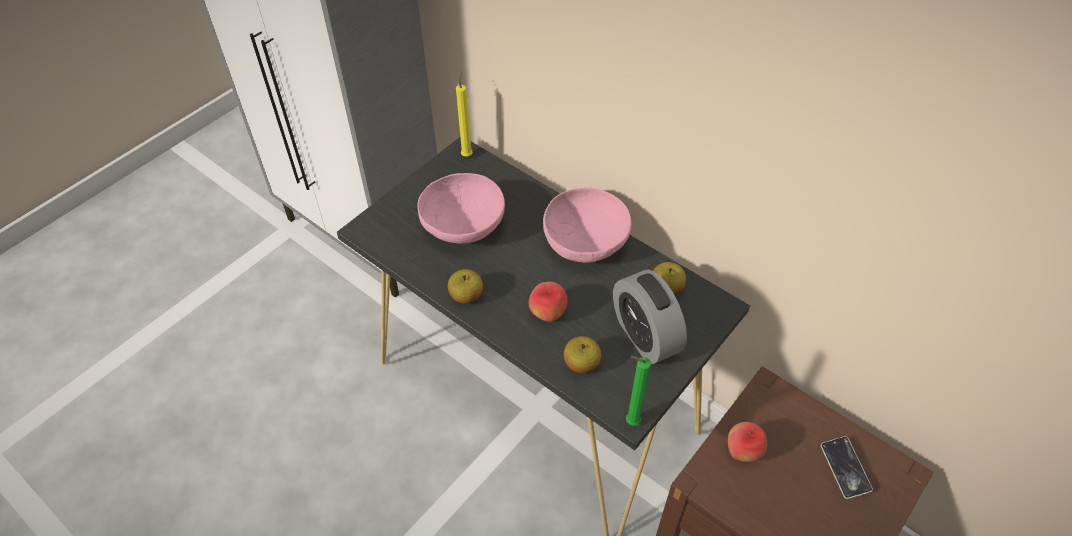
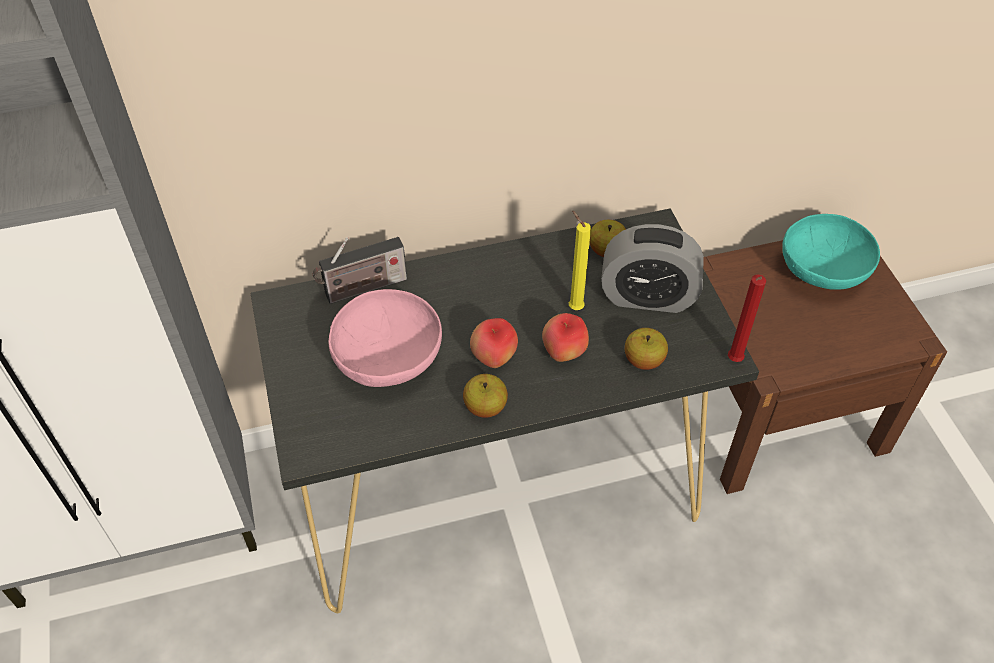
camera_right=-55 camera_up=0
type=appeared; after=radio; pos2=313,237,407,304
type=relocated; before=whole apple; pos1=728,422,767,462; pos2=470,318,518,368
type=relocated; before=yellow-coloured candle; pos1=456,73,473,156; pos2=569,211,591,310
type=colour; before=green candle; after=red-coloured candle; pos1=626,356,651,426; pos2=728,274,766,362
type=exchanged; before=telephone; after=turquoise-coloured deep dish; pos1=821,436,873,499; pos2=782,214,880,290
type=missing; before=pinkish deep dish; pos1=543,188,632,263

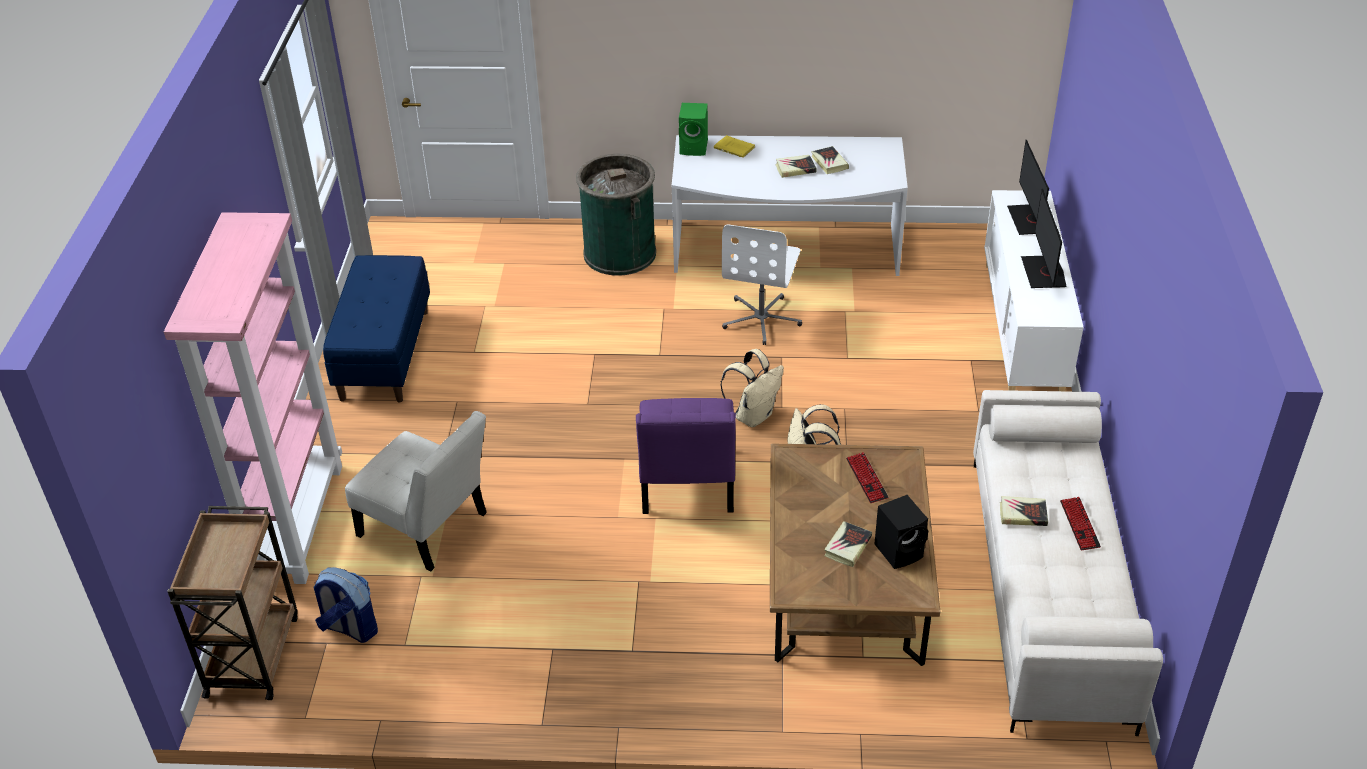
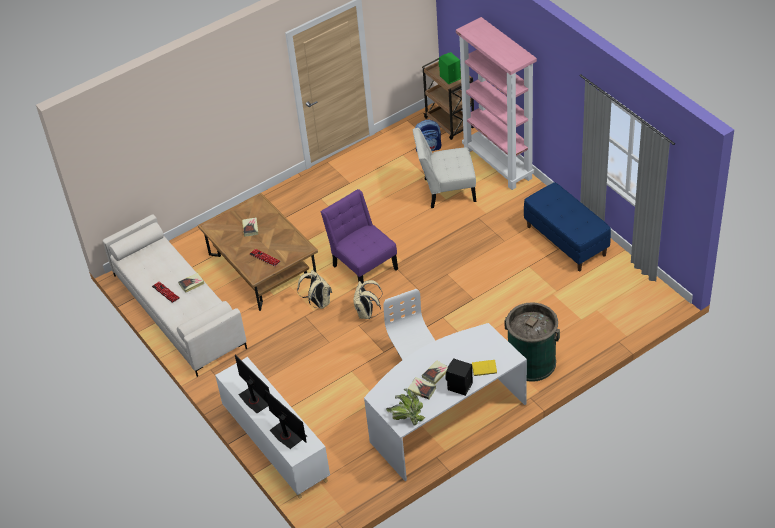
camera_right=145 camera_up=5
type=appeared; after=plant in a pot; pos2=386,388,425,425
type=relocated; before=green speaker; pos1=679,103,708,156; pos2=439,52,461,84
type=relocated; before=black speaker; pos1=874,495,928,569; pos2=445,359,473,396

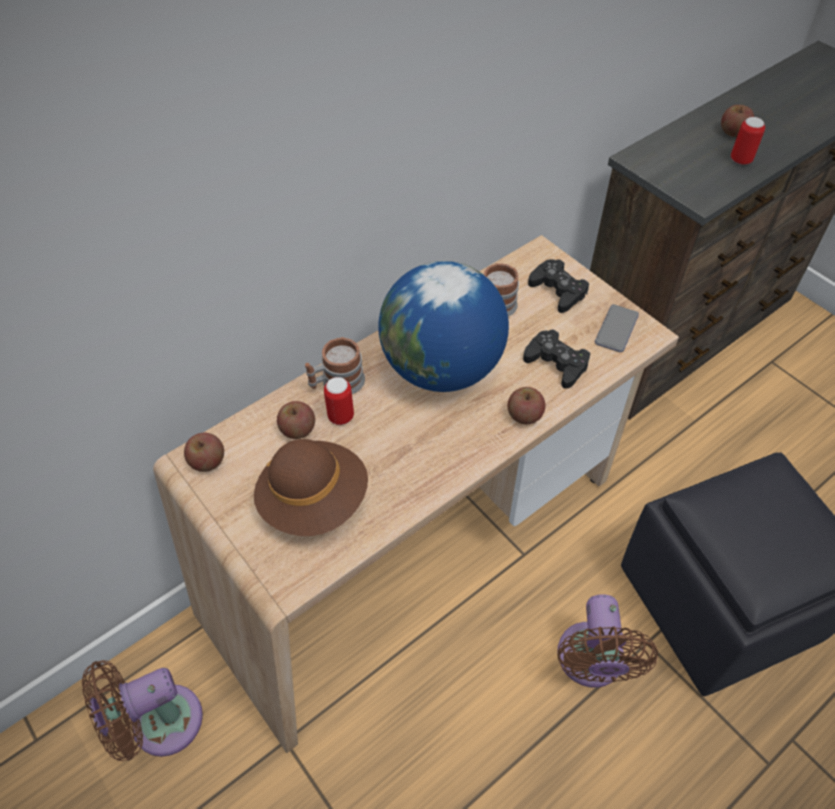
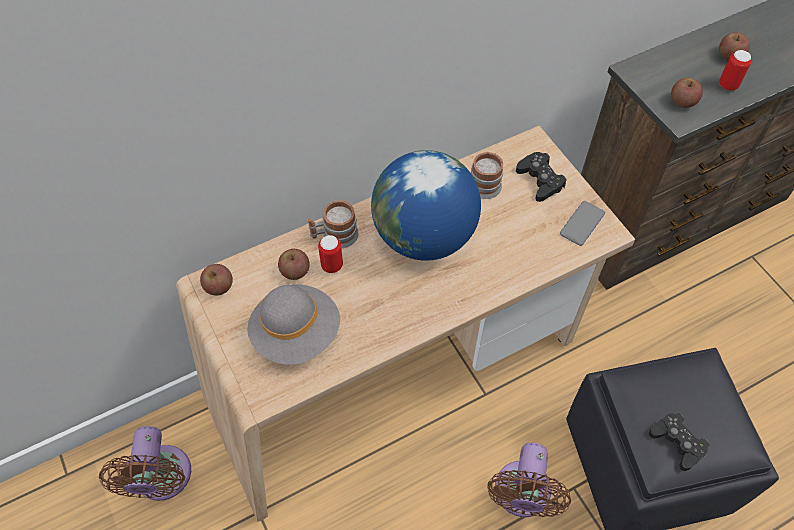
camera_right=10 camera_up=5
type=spun; before=brown electric fan; pos1=82,660,203,761; pos2=99,426,191,501; turn=-75
type=colour; before=brown wearable hat; after=grey wearable hat; pos1=254,439,368,536; pos2=247,284,340,365
type=relocated; before=black game controller; pos1=523,330,590,389; pos2=649,413,710,471
type=relocated; before=whole apple; pos1=508,387,545,424; pos2=671,78,703,108

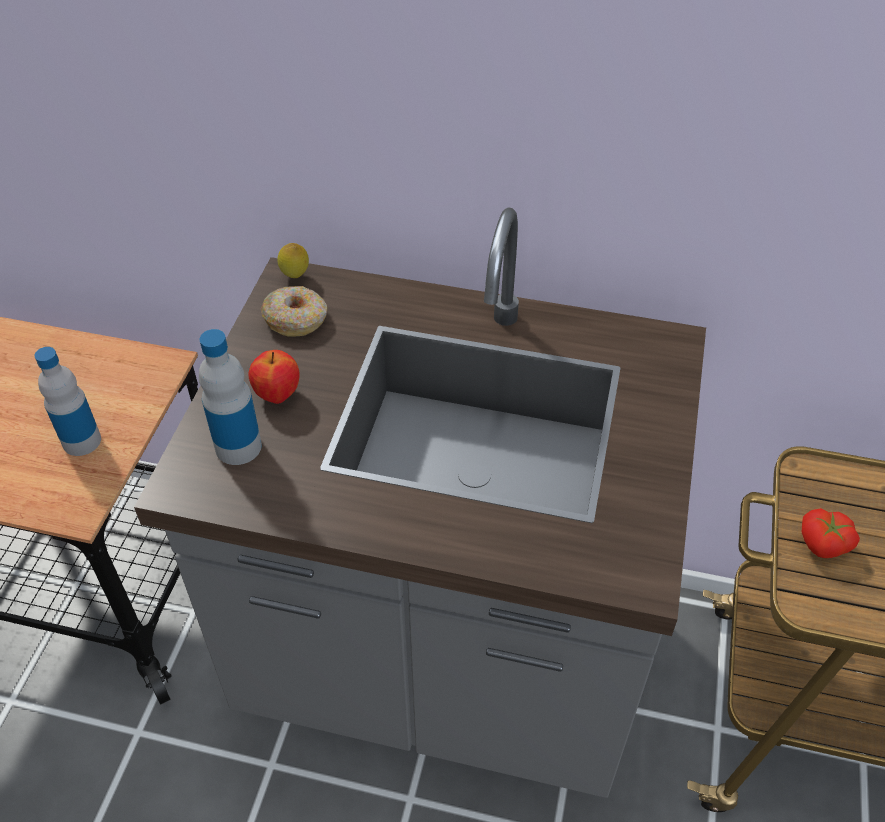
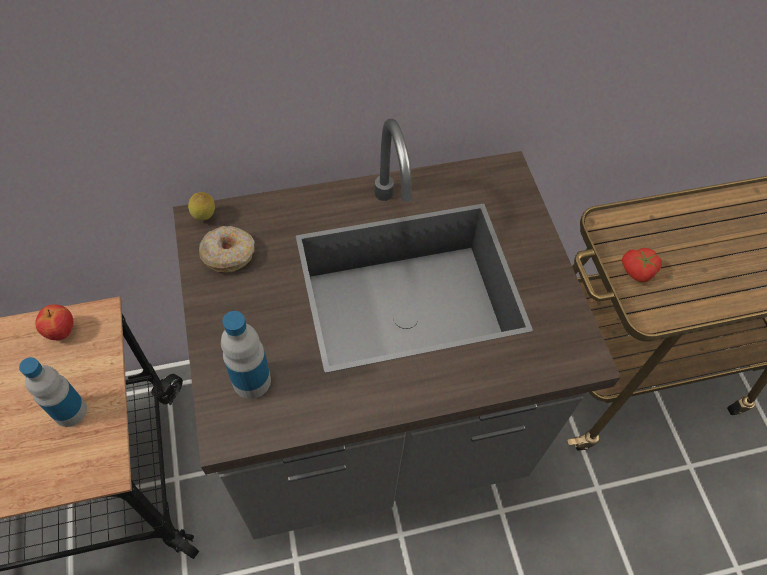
camera_right=-30 camera_up=10
type=relocated; before=whole apple; pos1=248,350,300,404; pos2=35,304,74,340

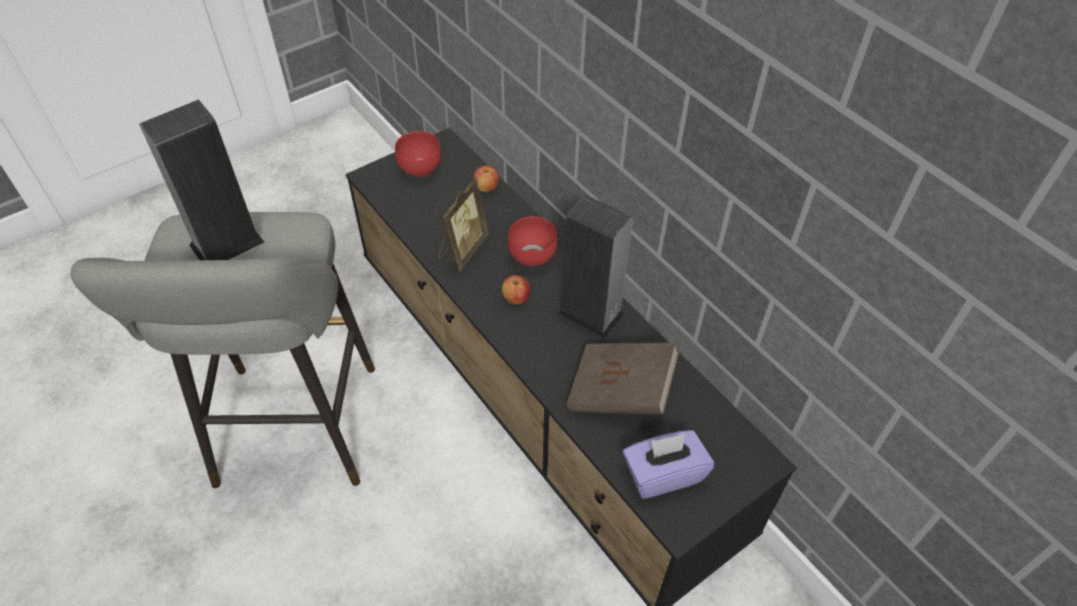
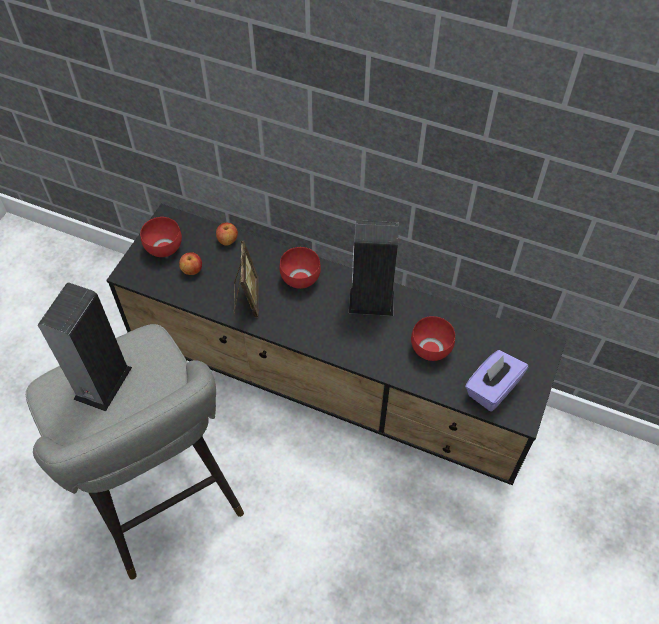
camera_right=-30 camera_up=5
type=relocated; before=whole apple; pos1=502,275,530,304; pos2=179,252,202,275
type=exchanged; before=brown book; after=red-coloured deep dish; pos1=567,343,679,415; pos2=411,316,455,361

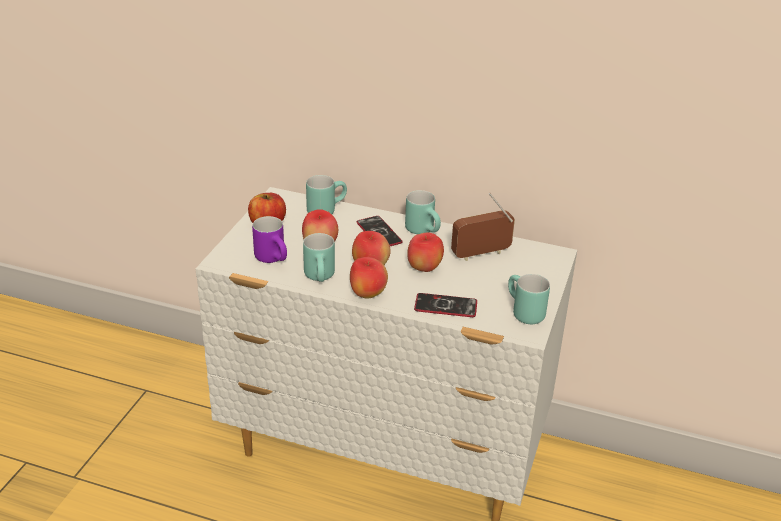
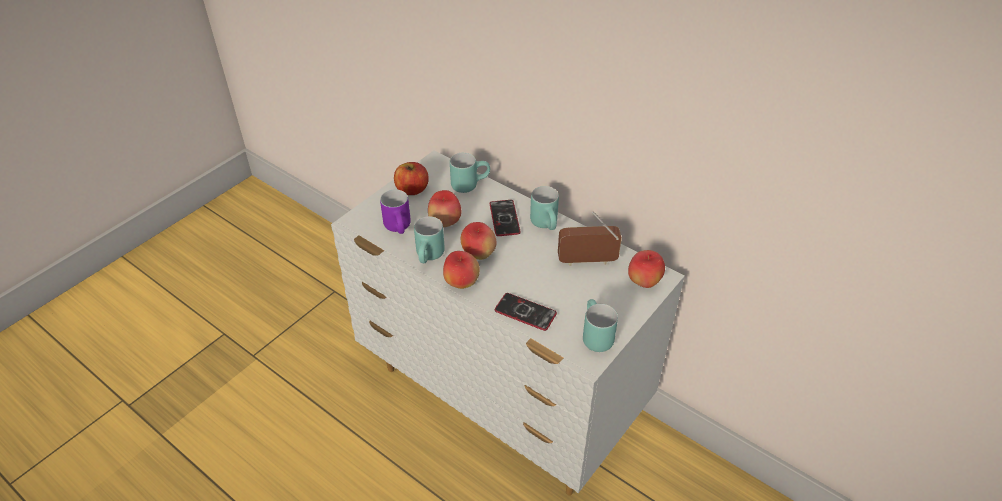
camera_right=20 camera_up=10
type=relocated; before=whole apple; pos1=407,233,444,272; pos2=628,250,665,288

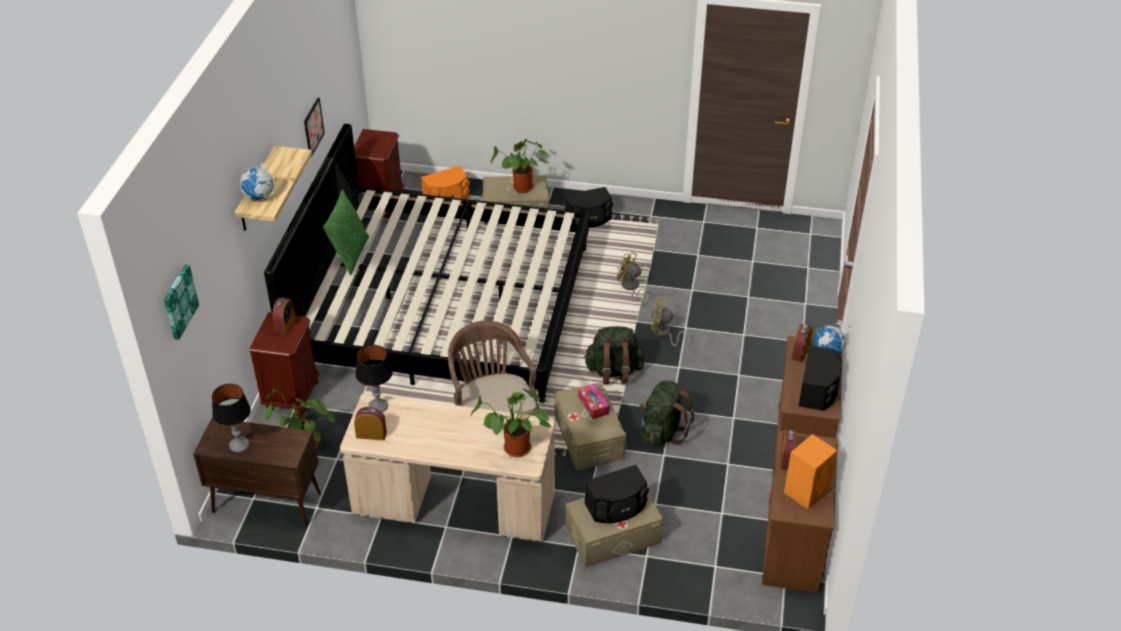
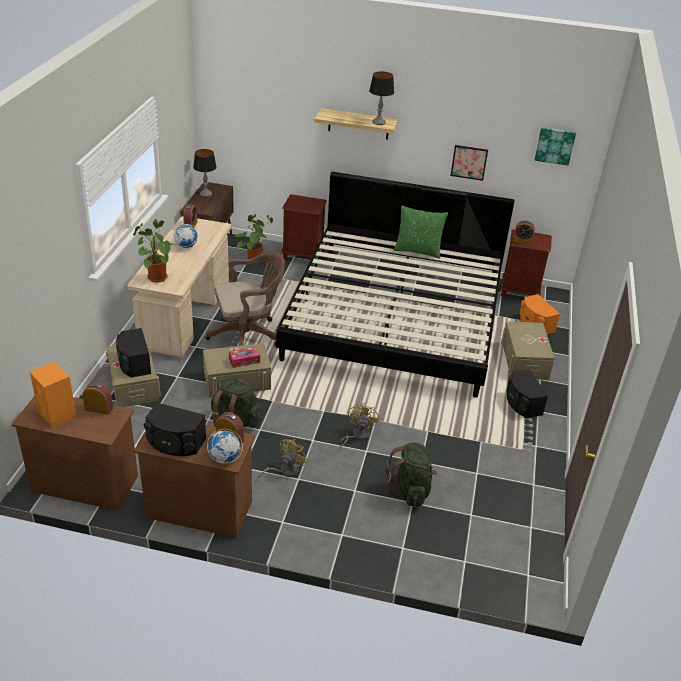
camera_right=90 camera_up=-5
type=relocated; before=world globe; pos1=240,162,276,200; pos2=173,223,198,248
type=relocated; before=yellow-coloured electric fan; pos1=617,251,648,304; pos2=258,438,308,479
type=relocated; before=lamp for a table; pos1=355,345,393,412; pos2=369,71,394,125
type=relocated; before=green backpack; pos1=584,326,645,384; pos2=386,442,437,507
type=relocated; before=bedside clock; pos1=273,297,296,334; pos2=513,220,535,245
type=relocated; before=wall art; pos1=164,265,199,340; pos2=534,128,576,166
type=missing; before=plant in a pot; pos1=491,139,549,193

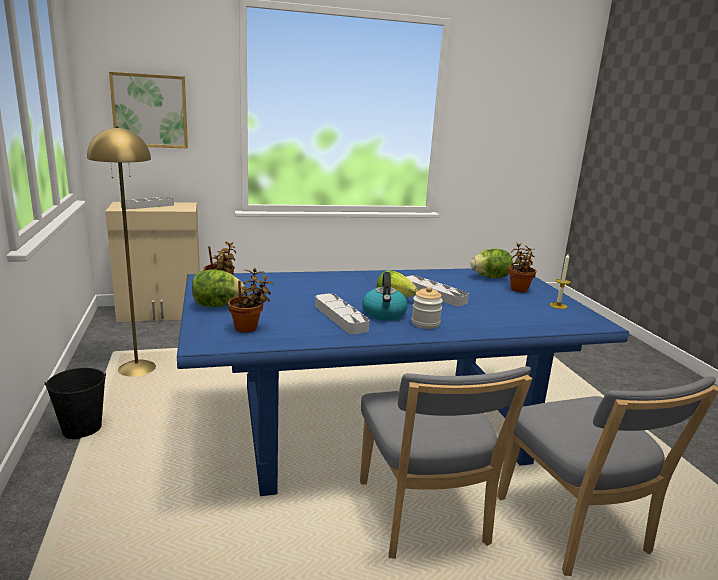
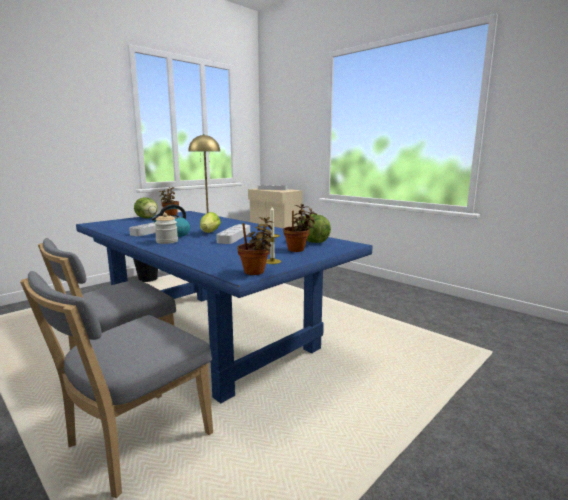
camera_right=60 camera_up=-5
type=relocated; before=plant in a pot; pos1=228,268,274,333; pos2=237,217,274,275
type=missing; before=wall art; pos1=109,72,188,148

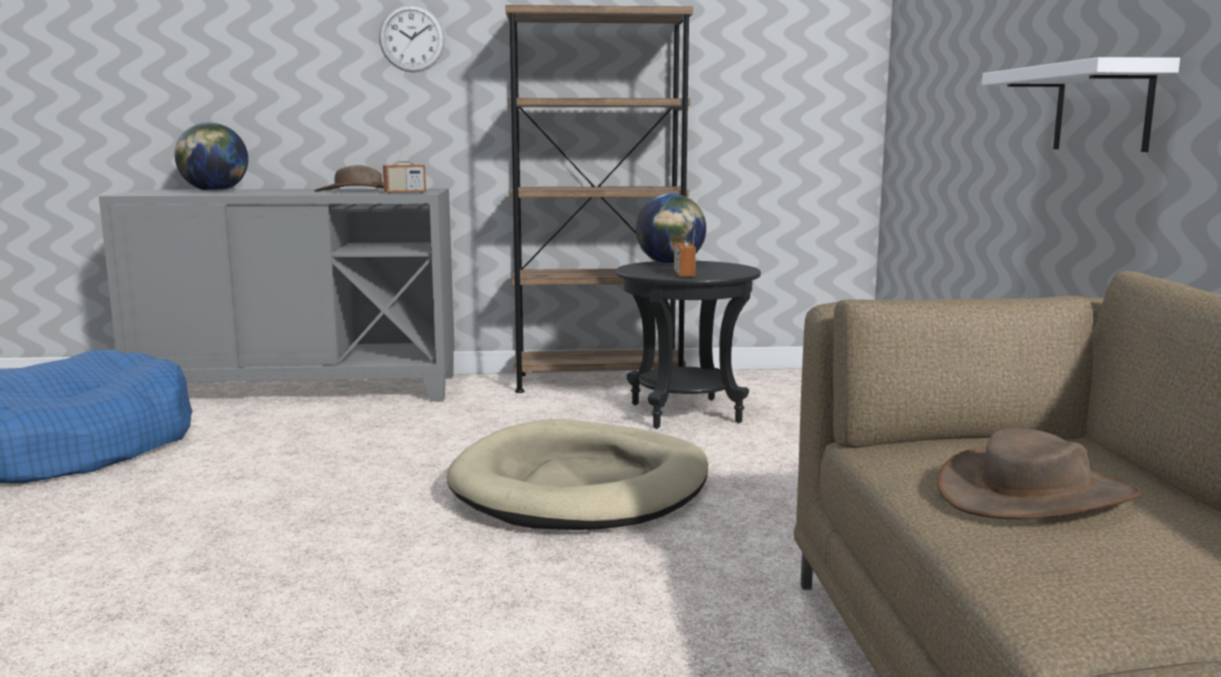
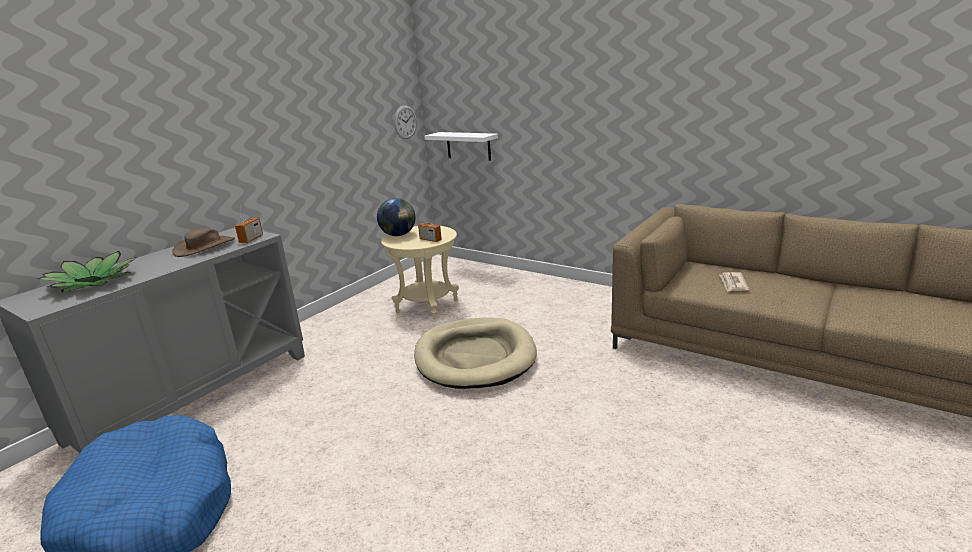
camera_right=-50 camera_up=10
type=exchanged; before=world globe; after=plant in a pot; pos1=175,123,248,192; pos2=37,251,137,292
type=colour; before=black side table; after=sand-coloured side table; pos1=616,261,761,429; pos2=381,226,459,320
type=relocated; before=clock on the wall; pos1=379,4,445,72; pos2=394,106,417,139
type=relocated; before=whitish bracket shelf; pos1=982,57,1180,152; pos2=424,132,498,161
type=exchanged; before=brown wearable hat; after=daily paper; pos1=937,428,1141,519; pos2=720,272,749,292
type=missing; before=brown shelving unit; pos1=505,5,693,393

